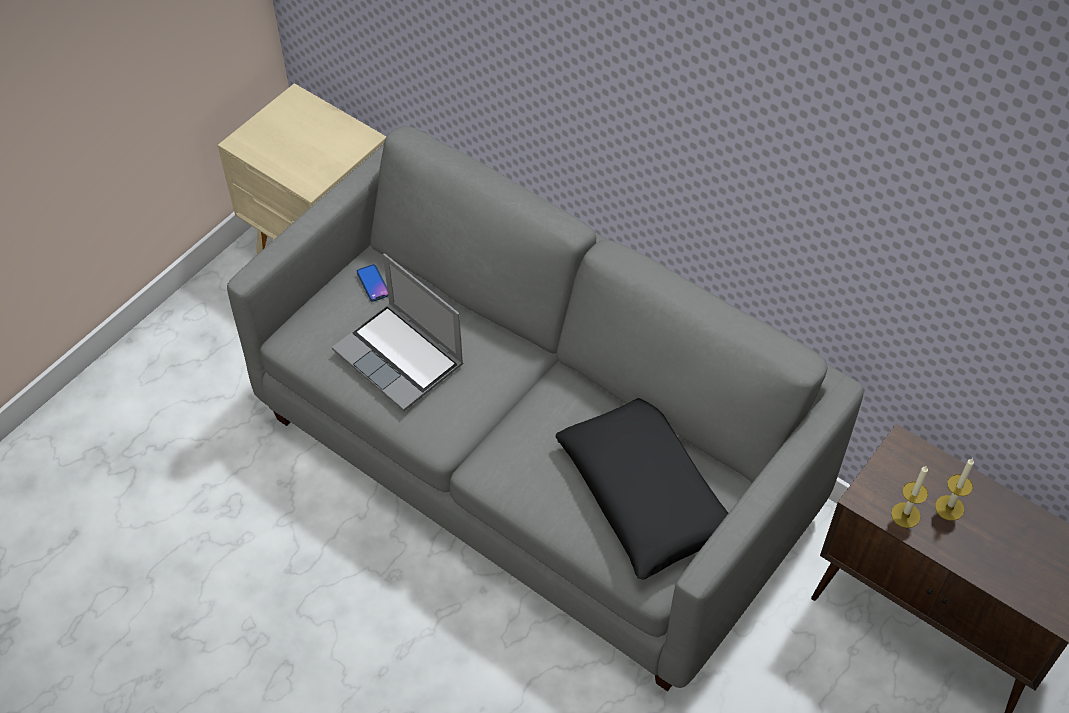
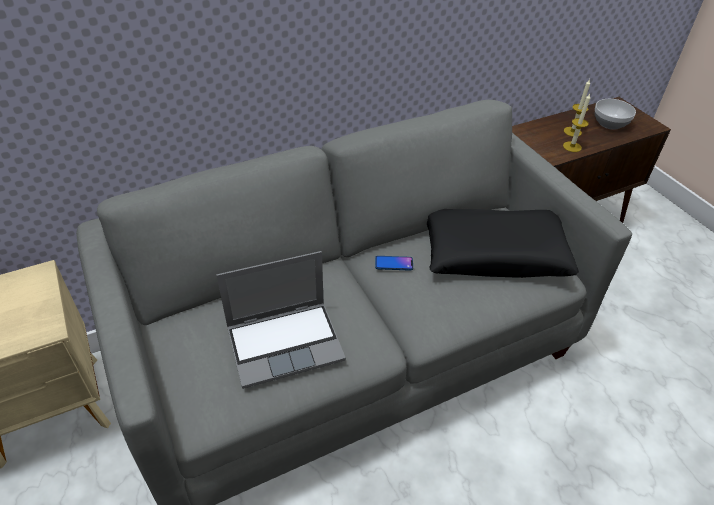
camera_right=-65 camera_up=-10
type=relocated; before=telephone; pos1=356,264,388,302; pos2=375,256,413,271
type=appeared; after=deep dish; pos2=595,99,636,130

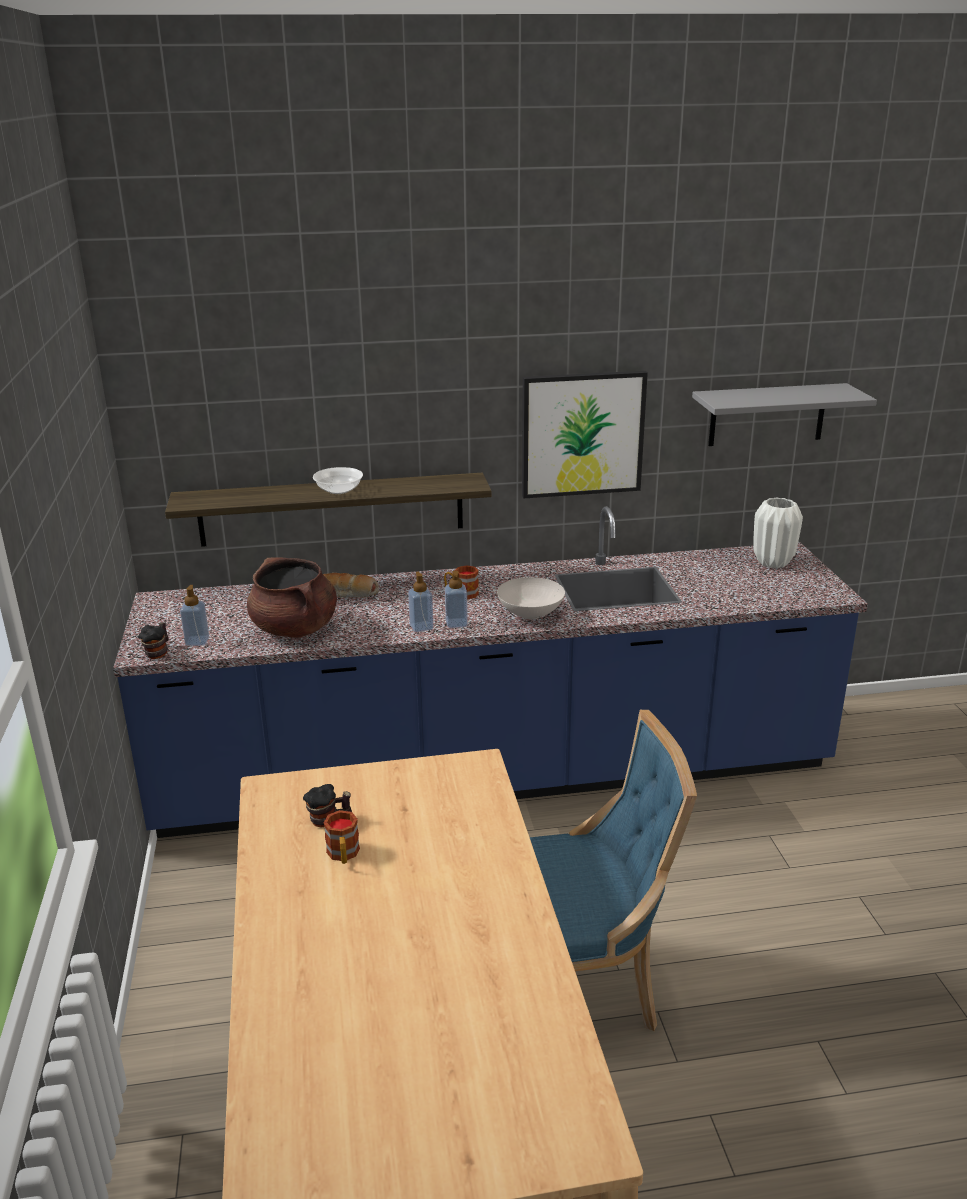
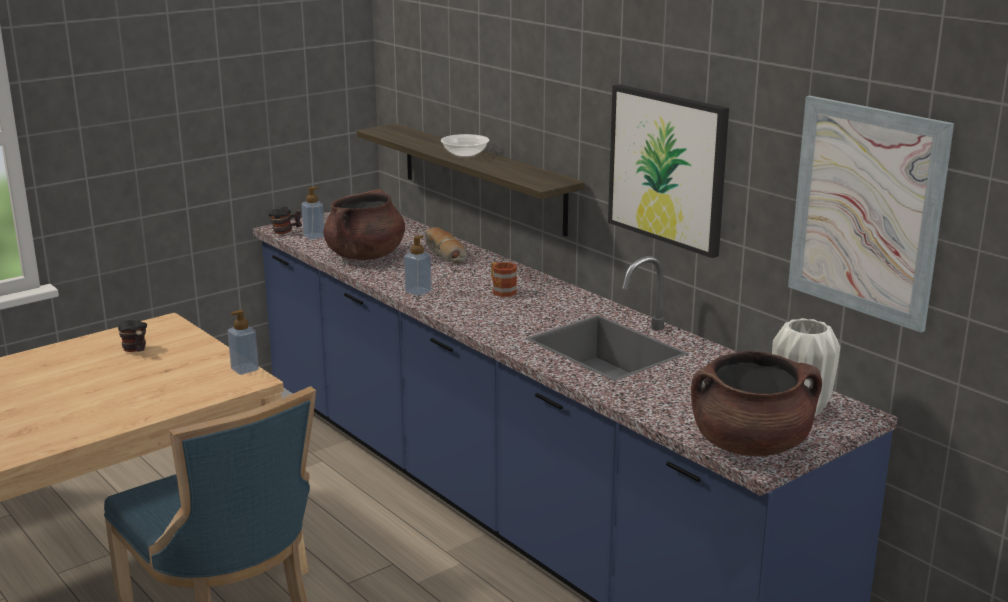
camera_right=60 camera_up=-5
type=relocated; before=soap dispenser; pos1=445,570,468,628; pos2=228,310,259,375
type=appeared; after=brown cooking pot; pos2=691,351,822,456
type=exchanged; before=grey bracket shelf; after=wall art; pos1=692,383,877,446; pos2=788,96,954,333
type=missing; before=tea mug; pos1=324,810,360,864
type=missing; before=whitish deep dish; pos1=497,577,565,619

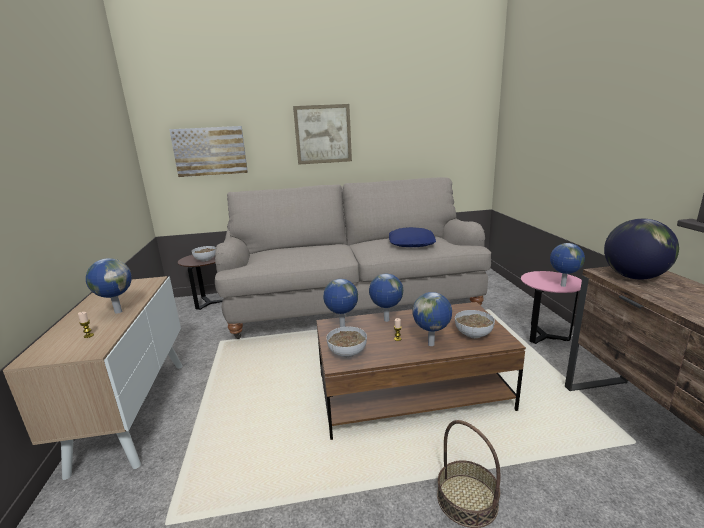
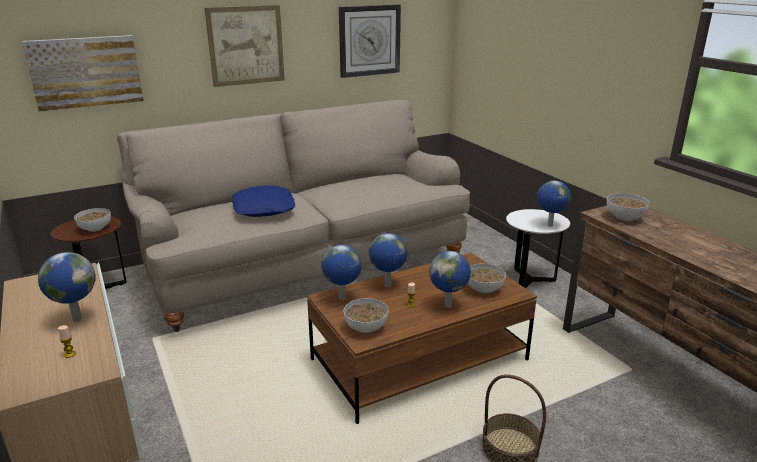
camera_right=-20 camera_up=5
type=relocated; before=blue throw pillow; pos1=389,227,436,247; pos2=232,185,295,217
type=appeared; after=clock on the wall; pos2=339,5,401,78
type=colour; before=pinkish side table; after=whitish side table; pos1=521,271,582,344; pos2=506,209,570,288
type=exchanged; before=world globe; after=deep dish; pos1=604,219,679,280; pos2=607,193,650,221

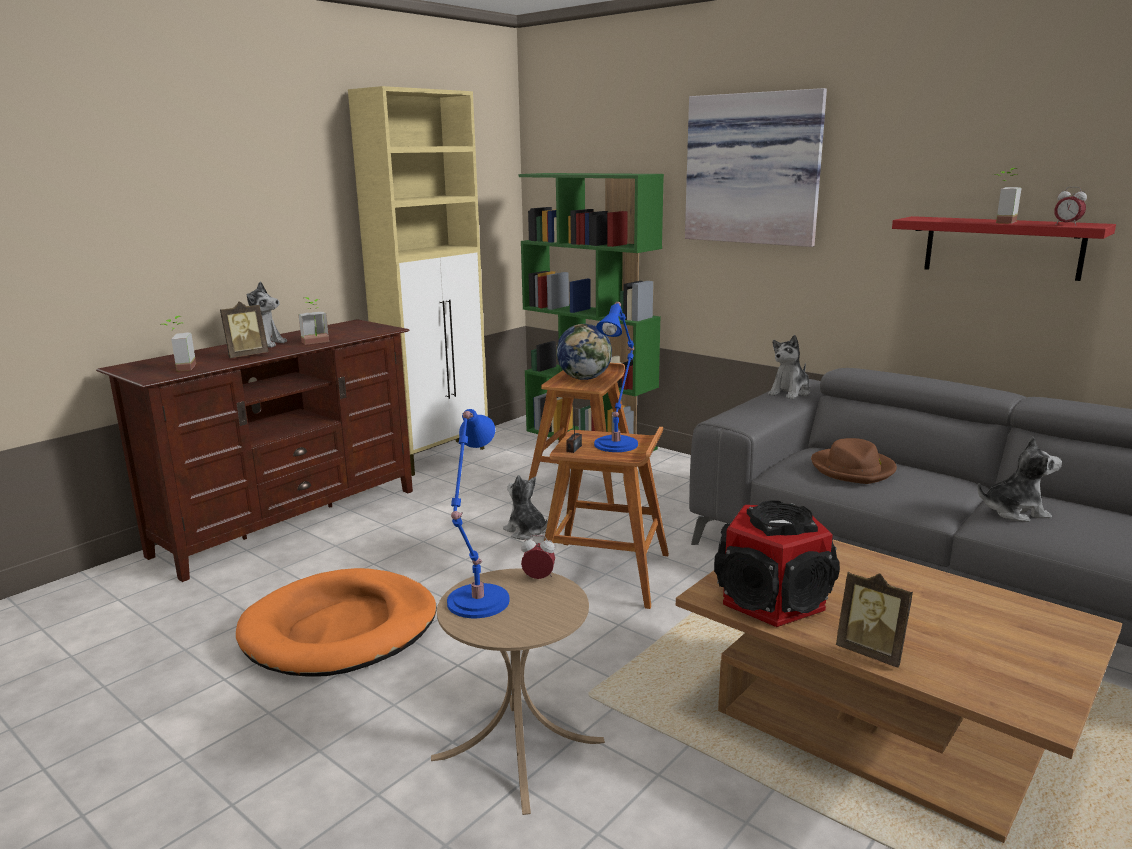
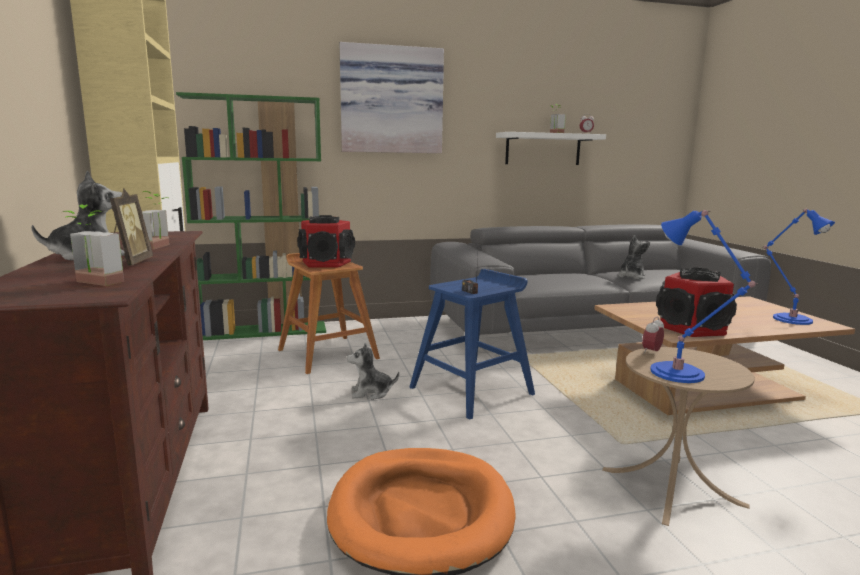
camera_right=-55 camera_up=-5
type=exchanged; before=world globe; after=speaker; pos1=556,324,612,380; pos2=297,215,355,268
type=colour; before=brown sitting stool; after=blue sitting stool; pos1=544,427,669,609; pos2=409,269,535,420
type=colour; before=red-coloured bracket shelf; after=whitish bracket shelf; pos1=892,216,1116,281; pos2=496,132,606,165
type=relocated; before=blue lamp for a table; pos1=594,302,638,452; pos2=763,209,835,325
type=missing; before=soft toy; pos1=768,335,810,399
type=missing; before=brown wearable hat; pos1=811,438,897,484
type=missing; before=picture frame; pos1=836,572,913,668

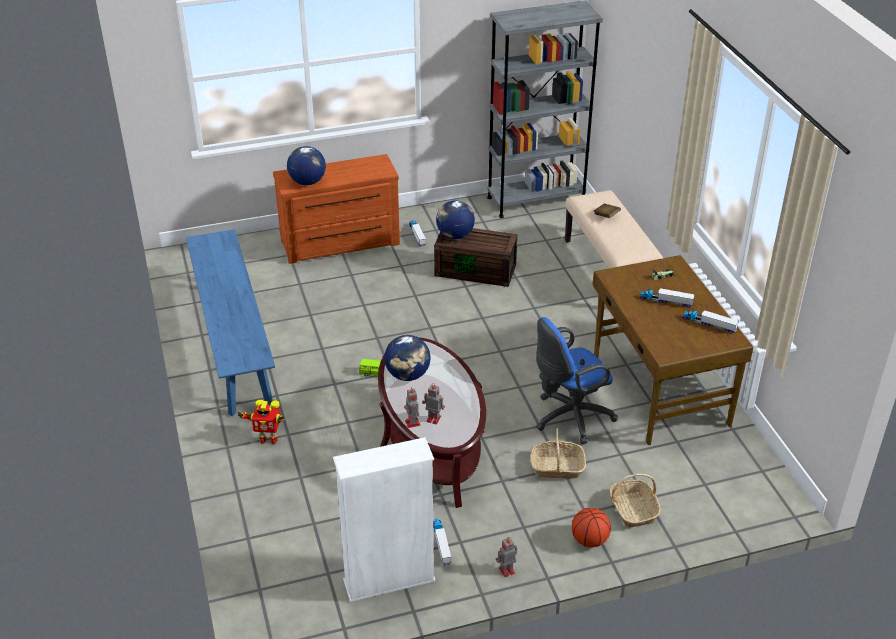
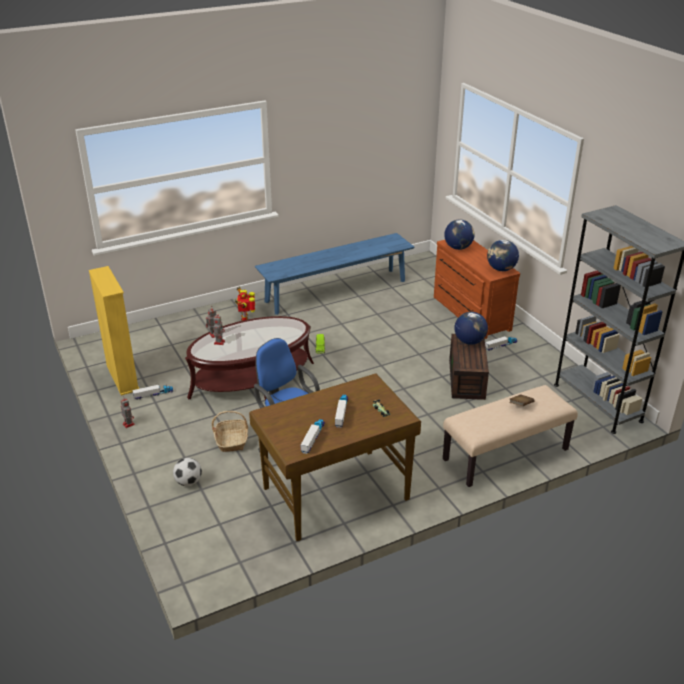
camera_right=80 camera_up=-5
type=colour; before=whitish shelving unit; after=yellow-coloured shelving unit; pos1=333,437,435,602; pos2=89,266,140,396
type=exchanged; before=storage basket; after=ball for football; pos1=610,474,661,528; pos2=173,458,202,486
type=relocated; before=world globe; pos1=384,335,431,381; pos2=487,240,519,271
type=missing; before=basketball; pos1=572,508,611,547

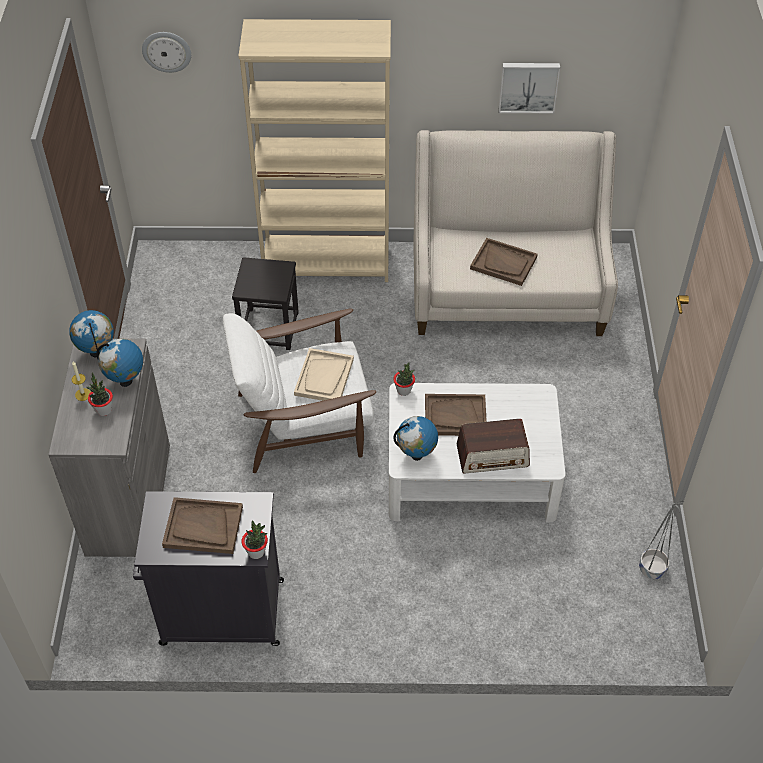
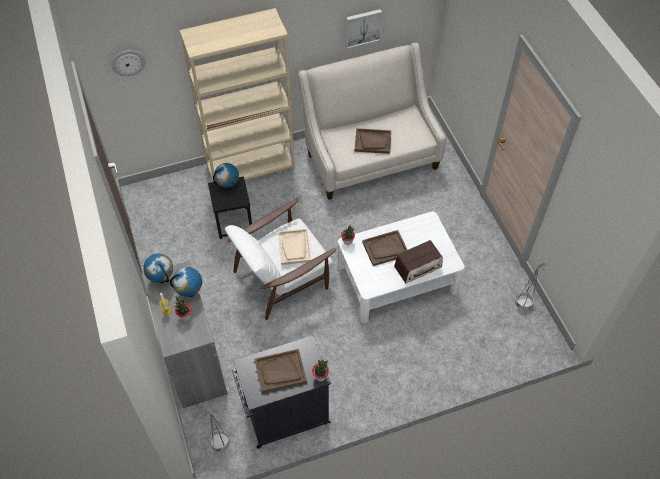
camera_right=-20 camera_up=5
type=appeared; after=grey planter; pos2=204,410,230,451
type=relocated; before=world globe; pos1=393,416,438,461; pos2=213,163,239,190

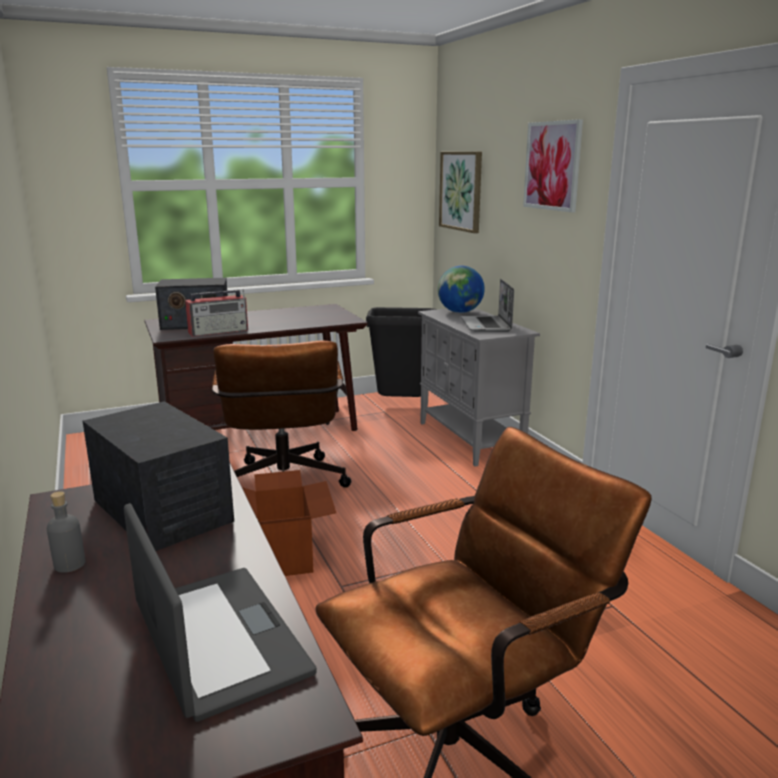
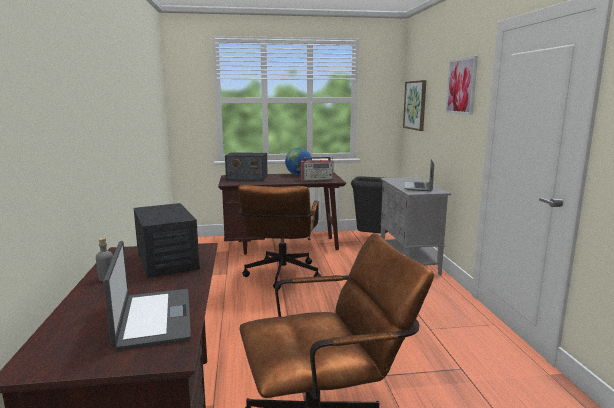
camera_right=15 camera_up=-5
type=relocated; before=world globe; pos1=438,266,485,313; pos2=285,148,312,175
type=relocated; before=radio; pos1=185,289,248,337; pos2=301,156,334,181
type=missing; before=packing box; pos1=242,470,336,576

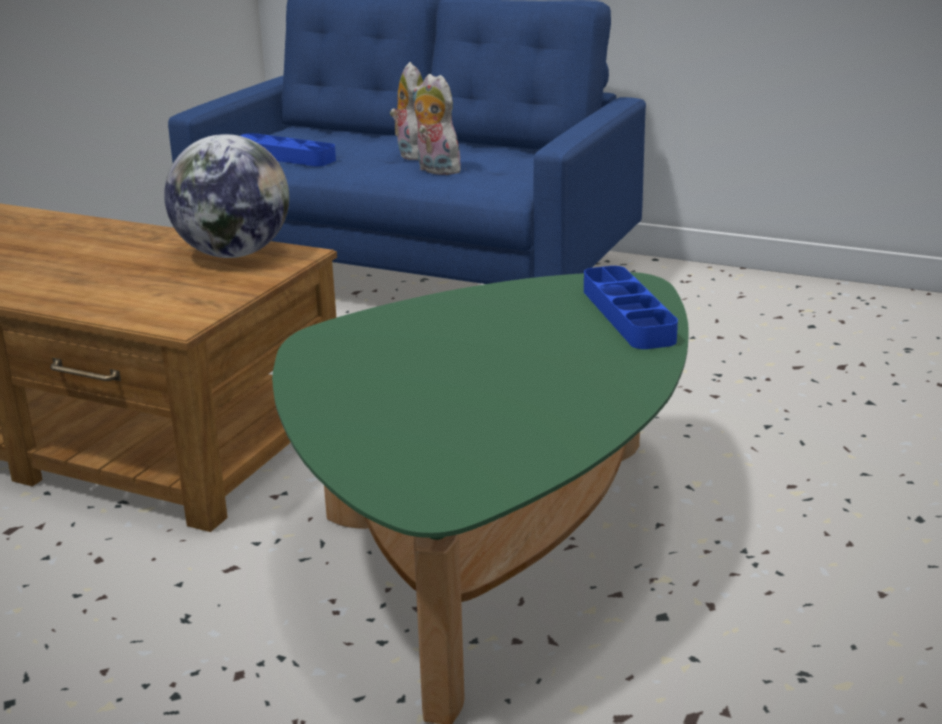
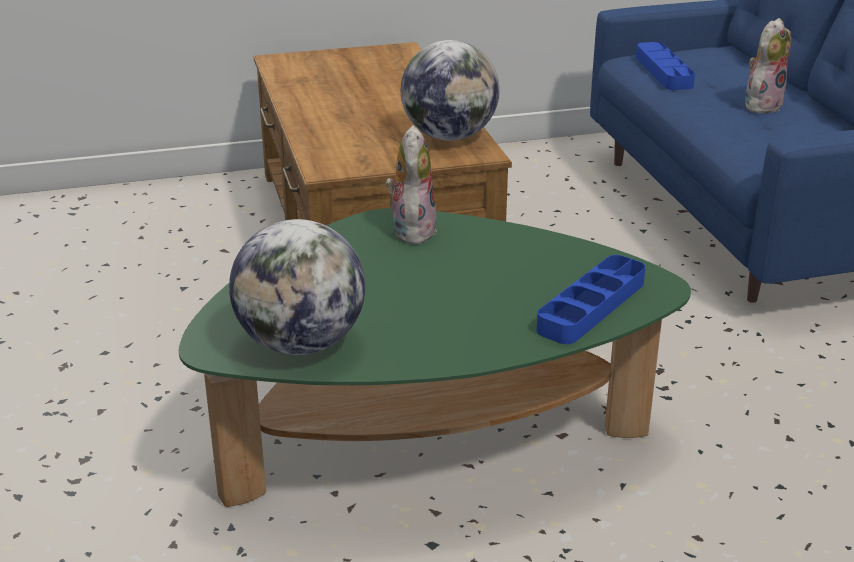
camera_right=50 camera_up=5
type=appeared; after=world globe; pos2=229,219,366,355
type=relocated; before=soft toy; pos1=412,74,462,175; pos2=385,125,437,244

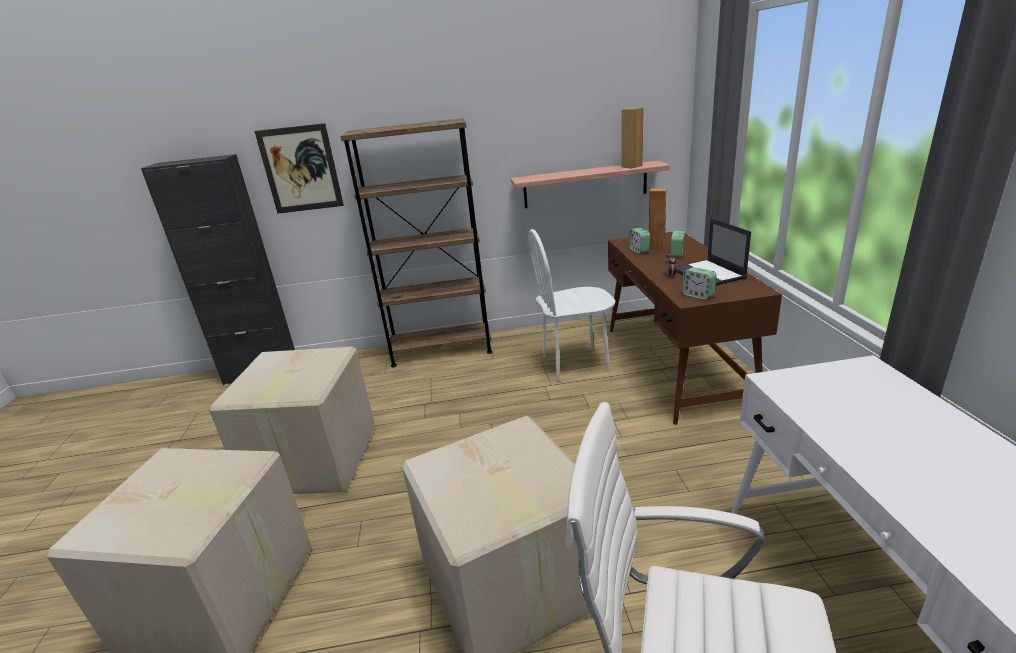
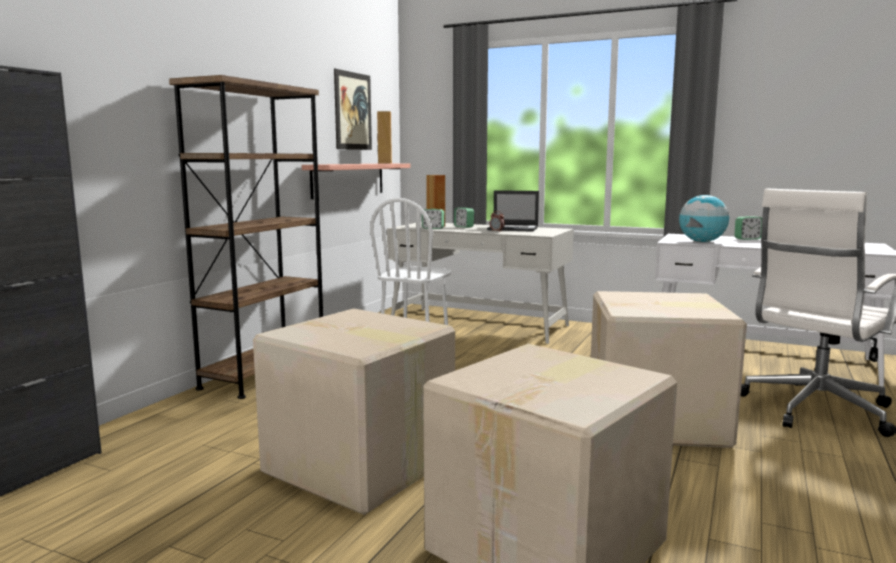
camera_right=-60 camera_up=-15
type=relocated; before=wall art; pos1=254,123,344,214; pos2=334,69,372,150
type=colour; before=brown desk table; after=whitish desk table; pos1=608,232,782,425; pos2=387,222,574,344
type=appeared; after=world globe; pos2=679,195,729,242
type=relocated; before=bedside clock; pos1=682,267,717,300; pos2=735,216,762,240

